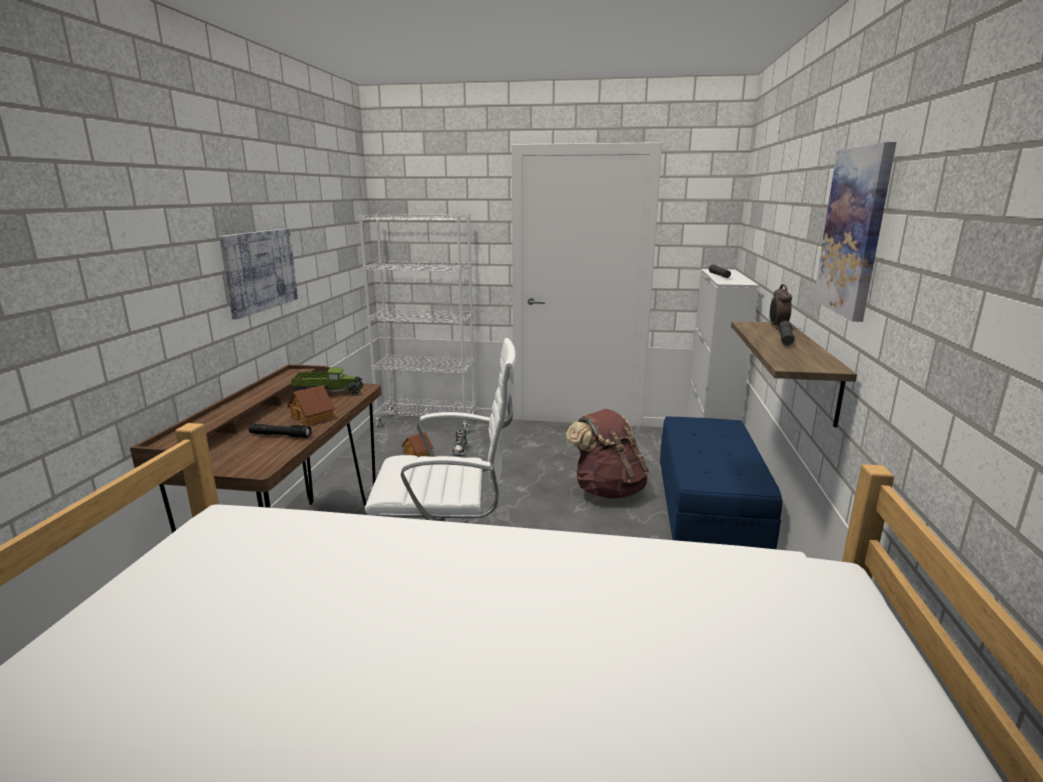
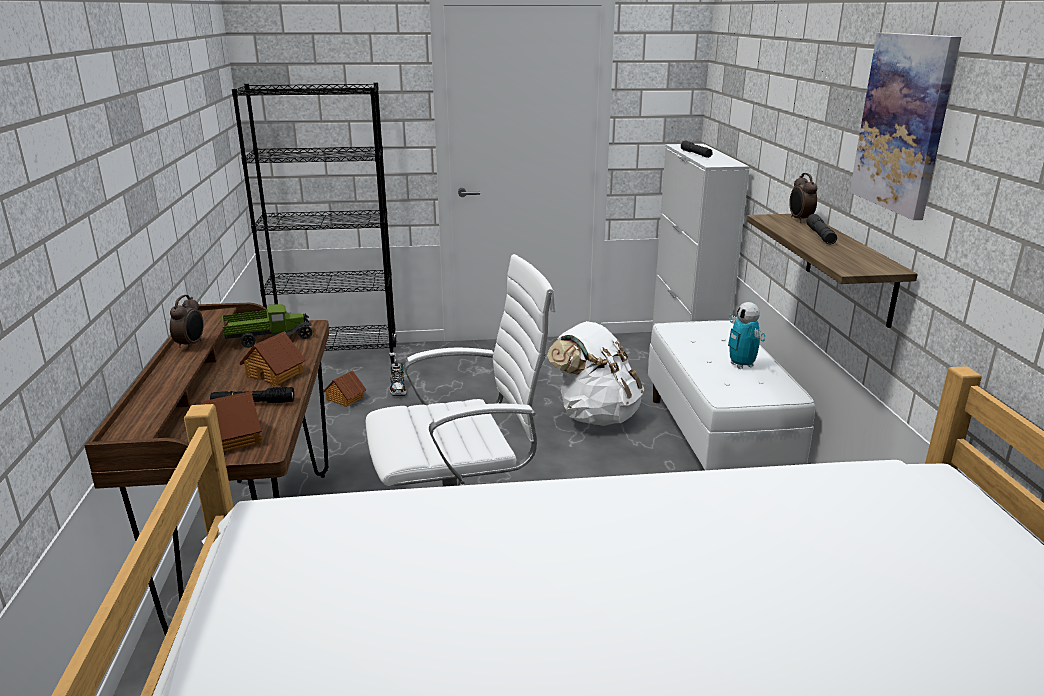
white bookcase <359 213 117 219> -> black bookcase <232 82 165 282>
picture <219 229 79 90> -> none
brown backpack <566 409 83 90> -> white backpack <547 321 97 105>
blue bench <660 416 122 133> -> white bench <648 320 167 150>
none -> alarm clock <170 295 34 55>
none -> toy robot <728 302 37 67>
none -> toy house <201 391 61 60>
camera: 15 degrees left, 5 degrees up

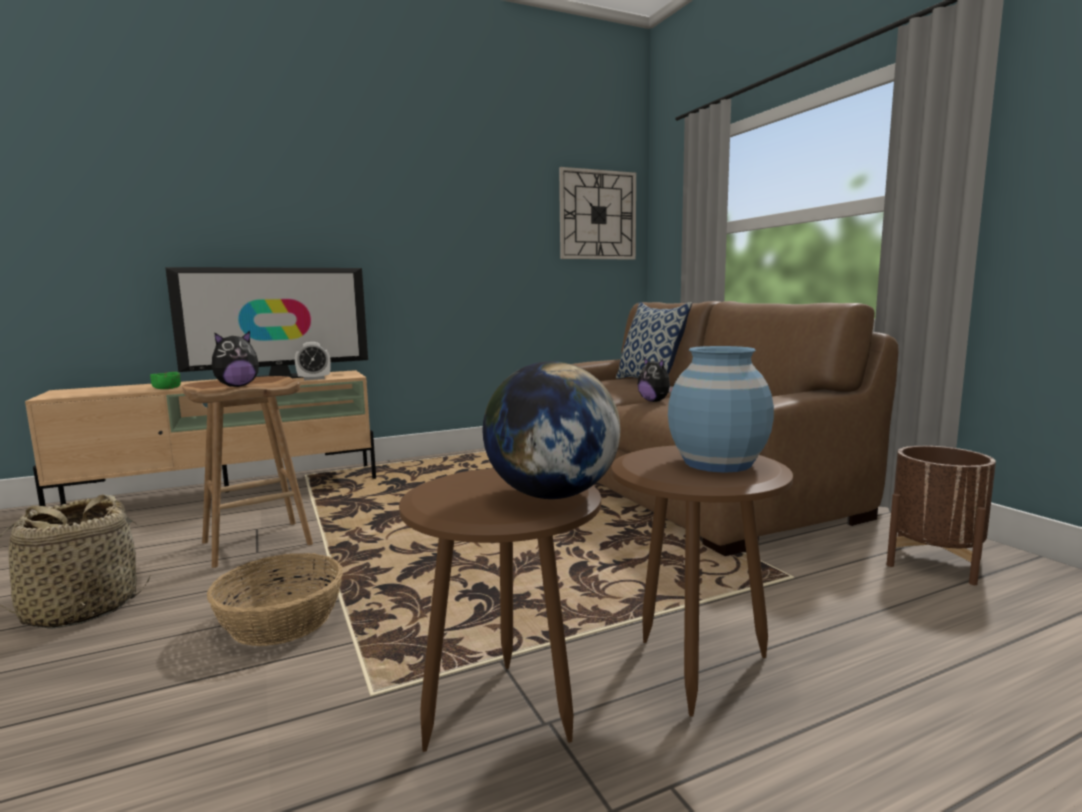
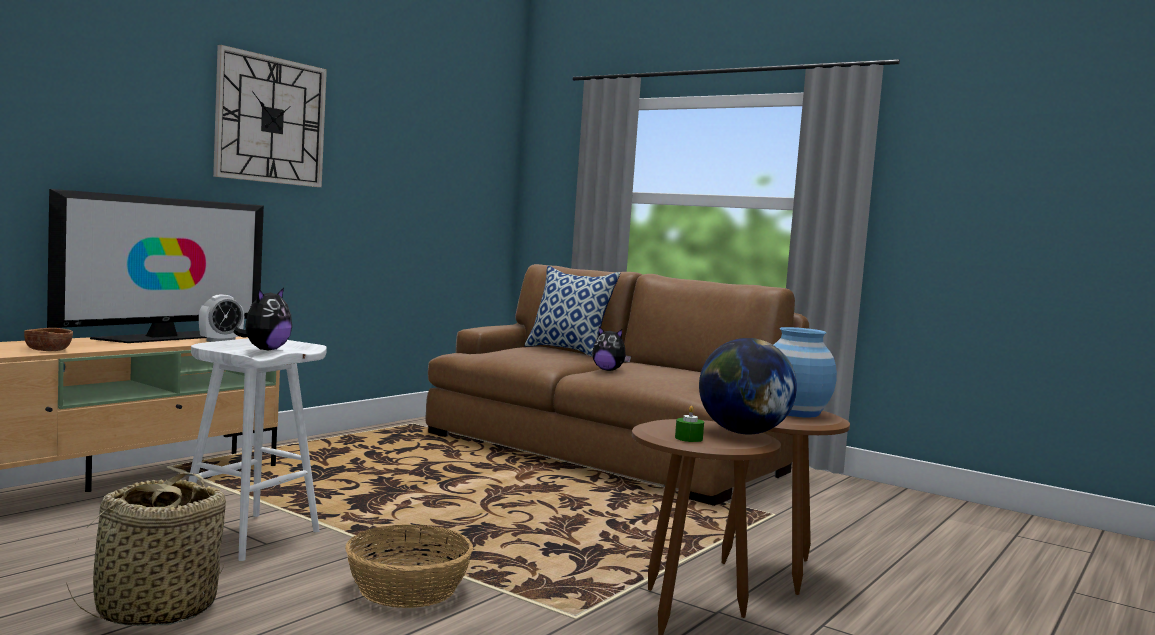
wall clock <559 167 77 93> -> wall clock <213 45 114 142>, moved
green bowl <150 372 31 17> -> brown bowl <24 328 49 23>
brown stool <182 376 131 192> -> white stool <188 338 139 223>
brown planter <887 446 109 139> -> none
none -> green candle <675 406 29 36>
camera: 30 degrees left, 5 degrees down

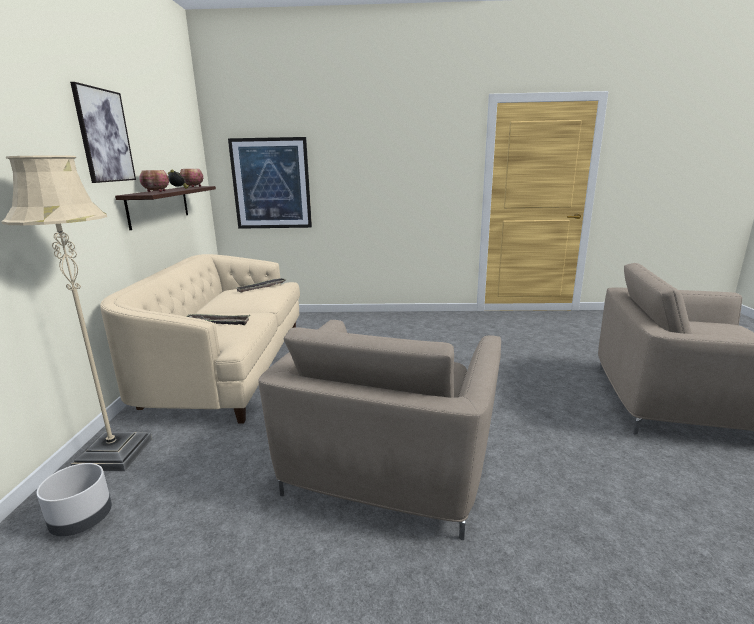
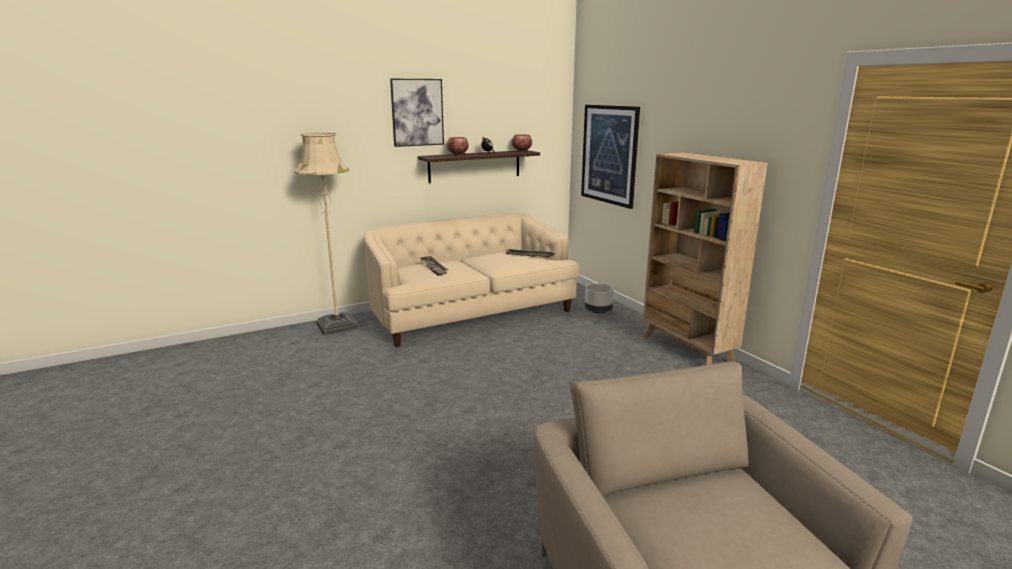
beige armchair <258 320 243 220> -> none
grey planter <36 463 76 73> -> grey planter <585 283 29 31>, moved
none -> beige bookcase <643 152 124 213>
camera: 60 degrees right, 0 degrees up

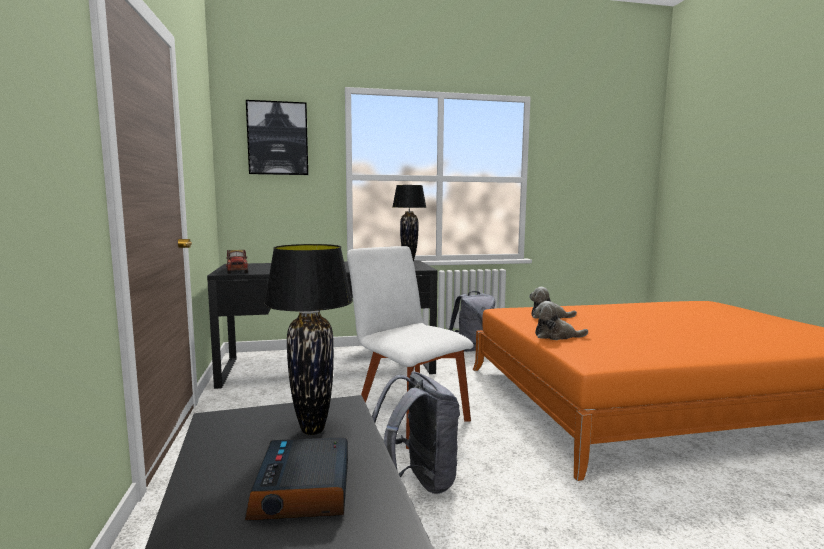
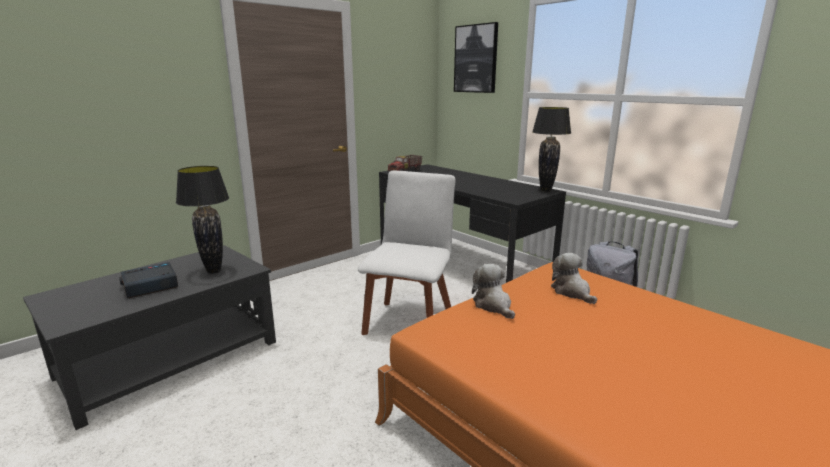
grey backpack <372 371 88 123> -> none
camera: 60 degrees right, 10 degrees up

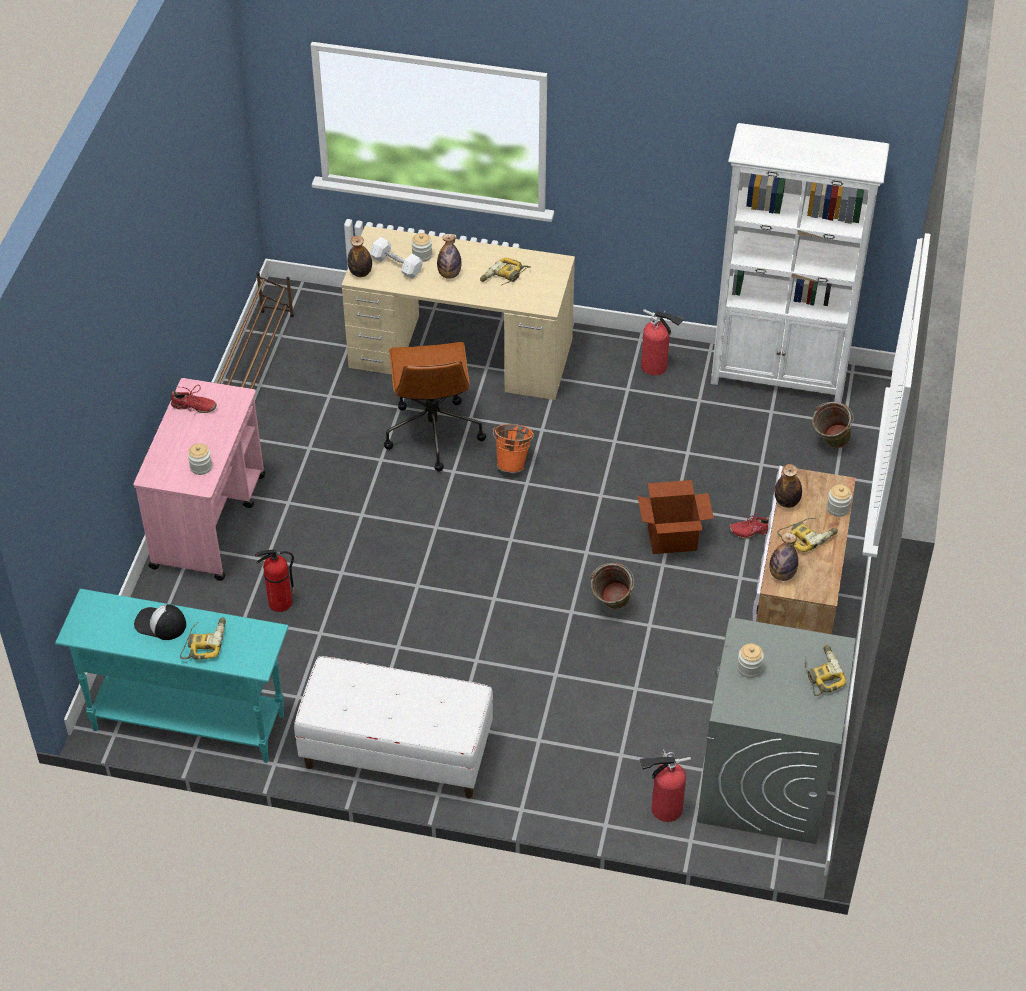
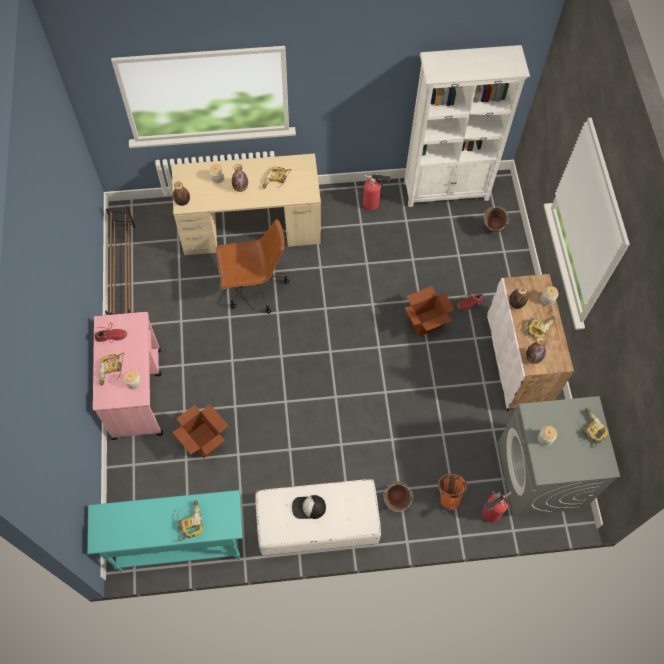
white dumbbell <370 237 53 42> -> none
brown office chair <384 342 102 130> -> brown office chair <216 219 73 95>, 75 degrees counterclockwise
orange bucket <493 424 41 49> -> orange bucket <438 474 30 36>, moved
fire extinguisher <255 549 40 63> -> cardboard box <172 404 57 54>
green bucket <591 563 43 46> -> green bucket <383 481 30 31>, moved
cap <134 604 52 36> -> cap <292 495 34 24>, moved
none -> power drill <99 353 25 33>
camera: 20 degrees left, 15 degrees up

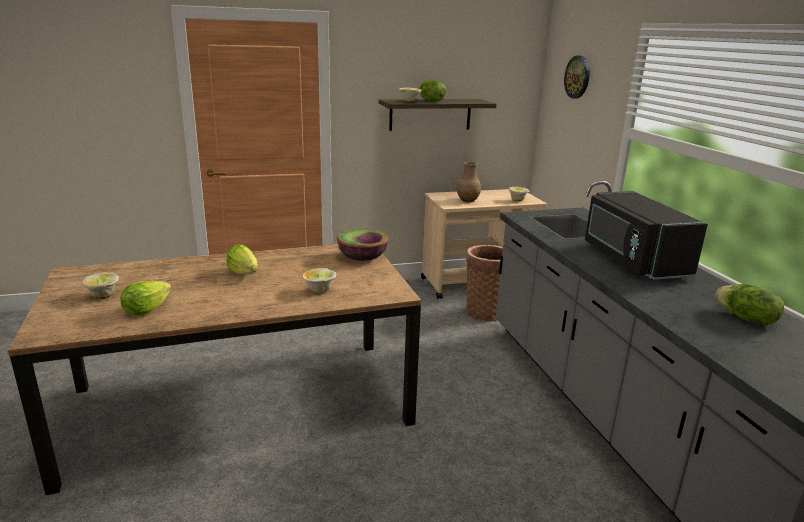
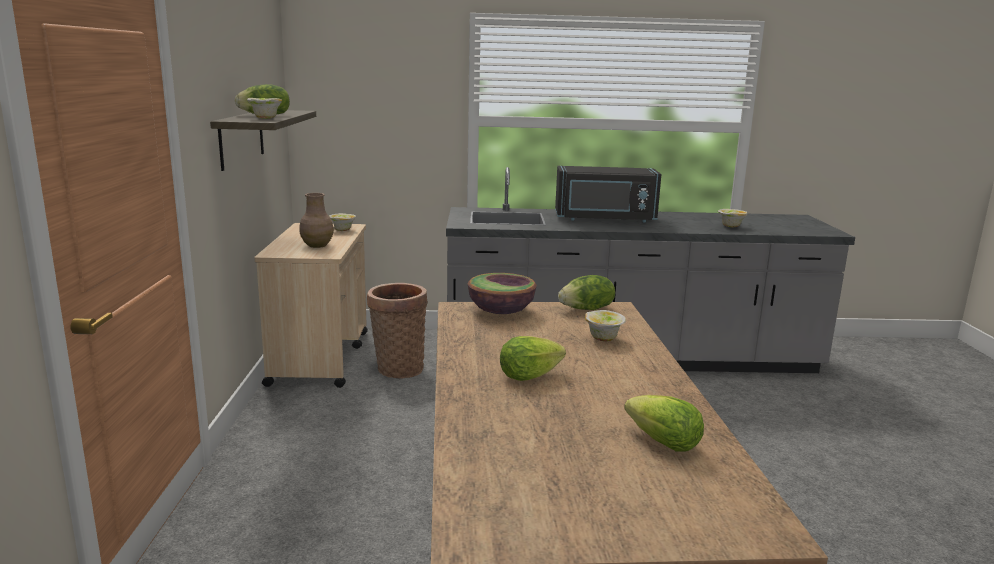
wall clock <564 56 26 43> -> none
bowl <82 272 37 27> -> bowl <718 209 29 18>, moved
lettuce <716 284 68 41> -> lettuce <558 275 57 35>, moved
camera: 75 degrees left, 5 degrees down

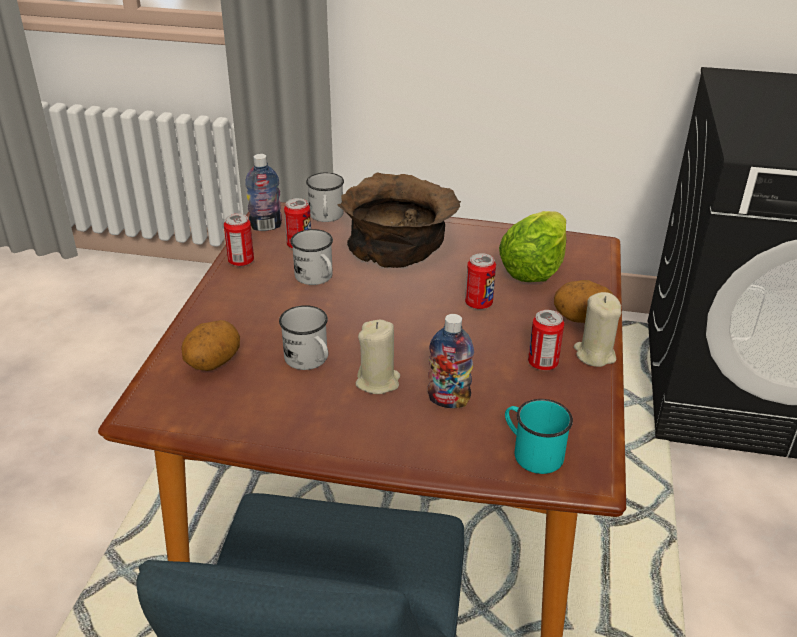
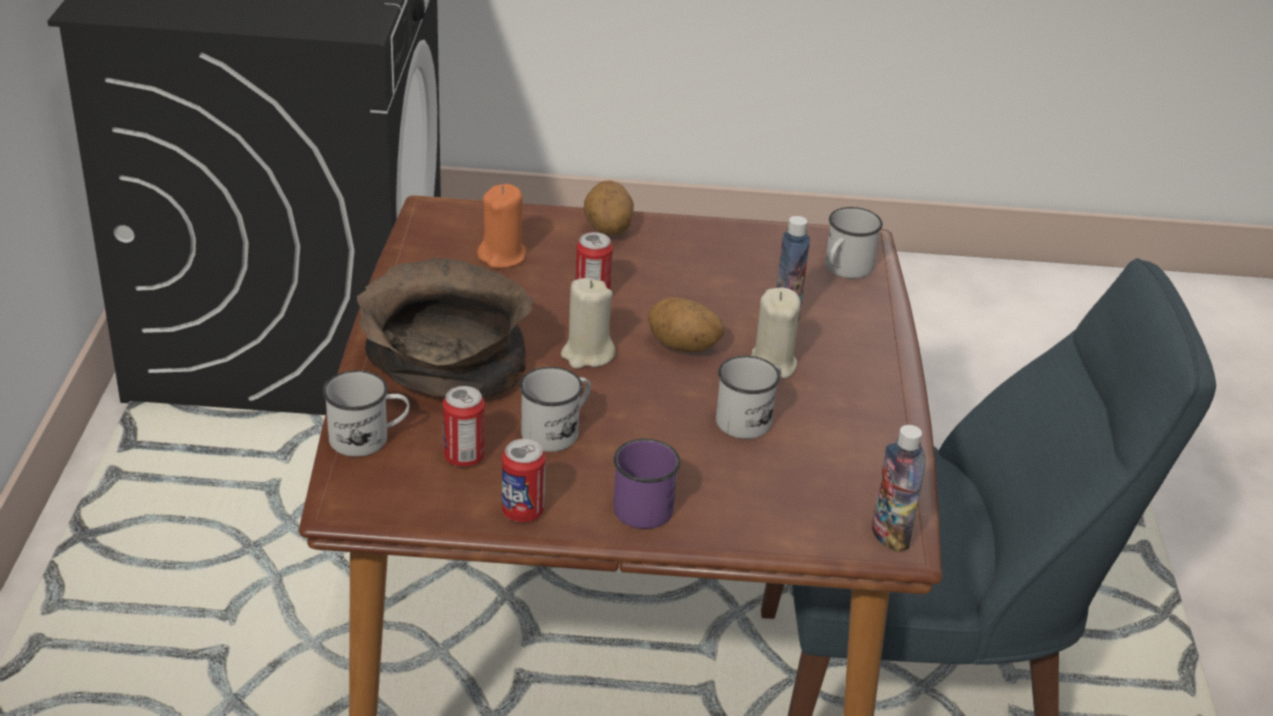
bottle <245 154 37 77> -> bottle <872 425 54 127>, moved
lettuce <499 211 68 71> -> orange candle <477 184 50 84>
beige candle <574 292 47 75> -> beige candle <561 278 54 91>, moved
can <528 310 36 60> -> none
potato <181 320 59 51> -> potato <648 297 76 55>, moved
turquoise mug <505 399 68 75> -> white mug <825 207 58 71>
none -> purple mug <613 439 67 90>
camera: 100 degrees left, 0 degrees up

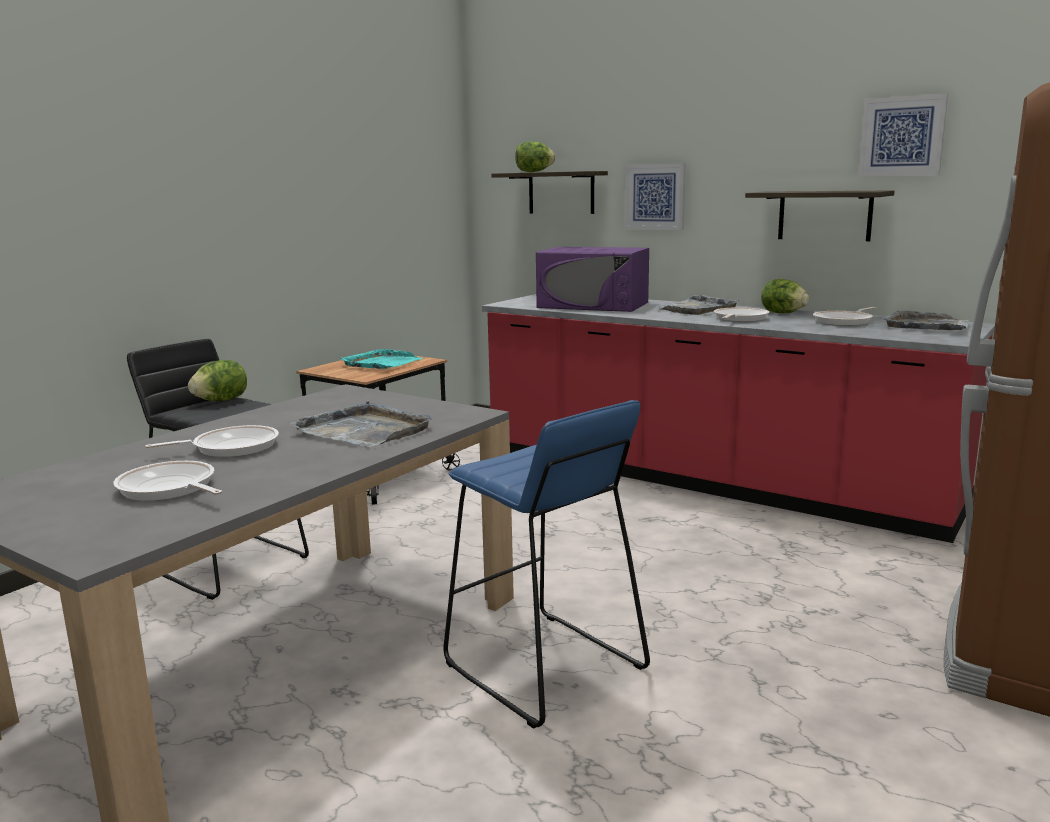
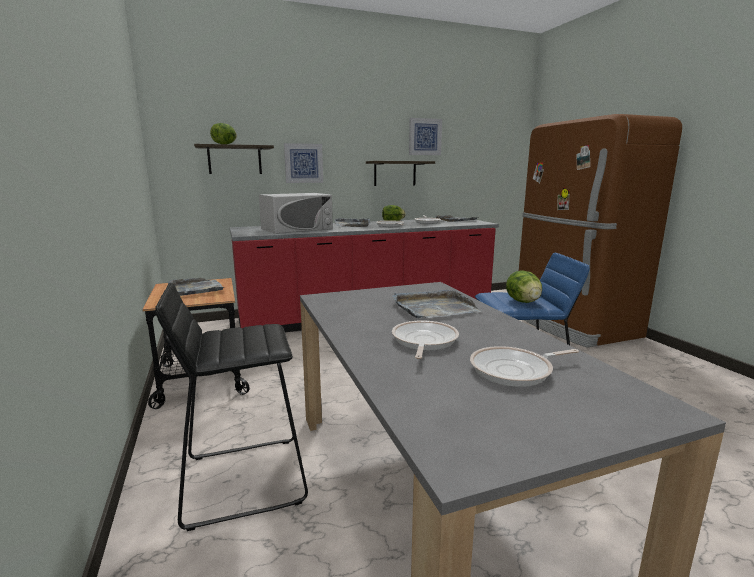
purple microwave <536 247 113 65> -> white microwave <259 193 74 41>
turquoise tray <341 349 81 20> -> grey tray <168 278 56 18>
lettuce <188 360 59 41> -> lettuce <506 271 36 32>, moved
camera: 55 degrees left, 0 degrees up

